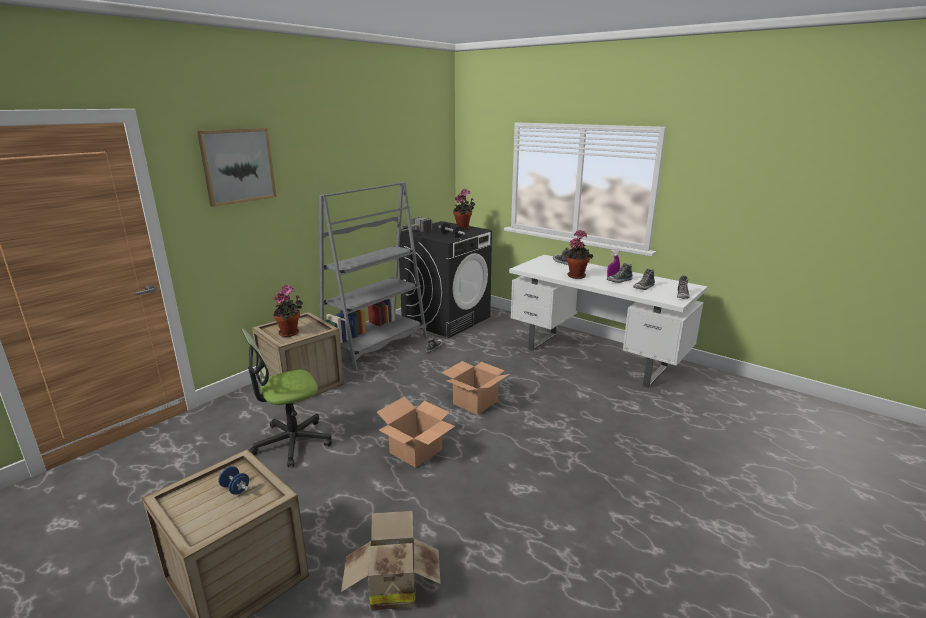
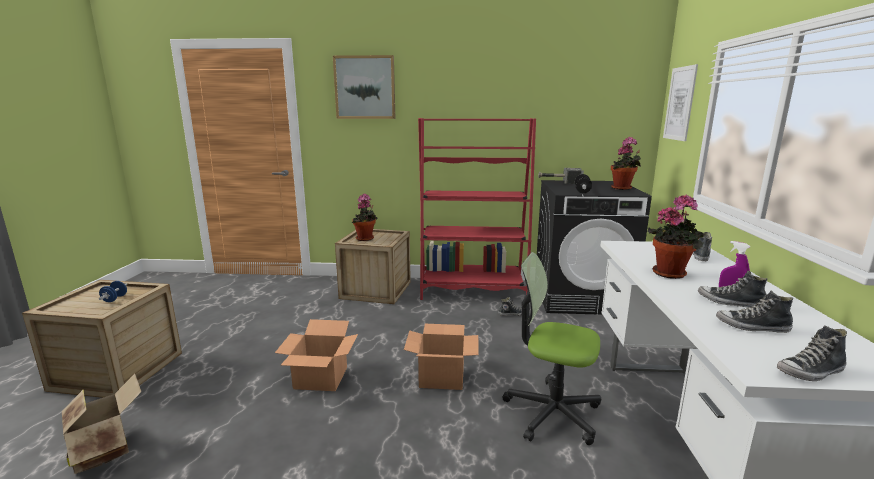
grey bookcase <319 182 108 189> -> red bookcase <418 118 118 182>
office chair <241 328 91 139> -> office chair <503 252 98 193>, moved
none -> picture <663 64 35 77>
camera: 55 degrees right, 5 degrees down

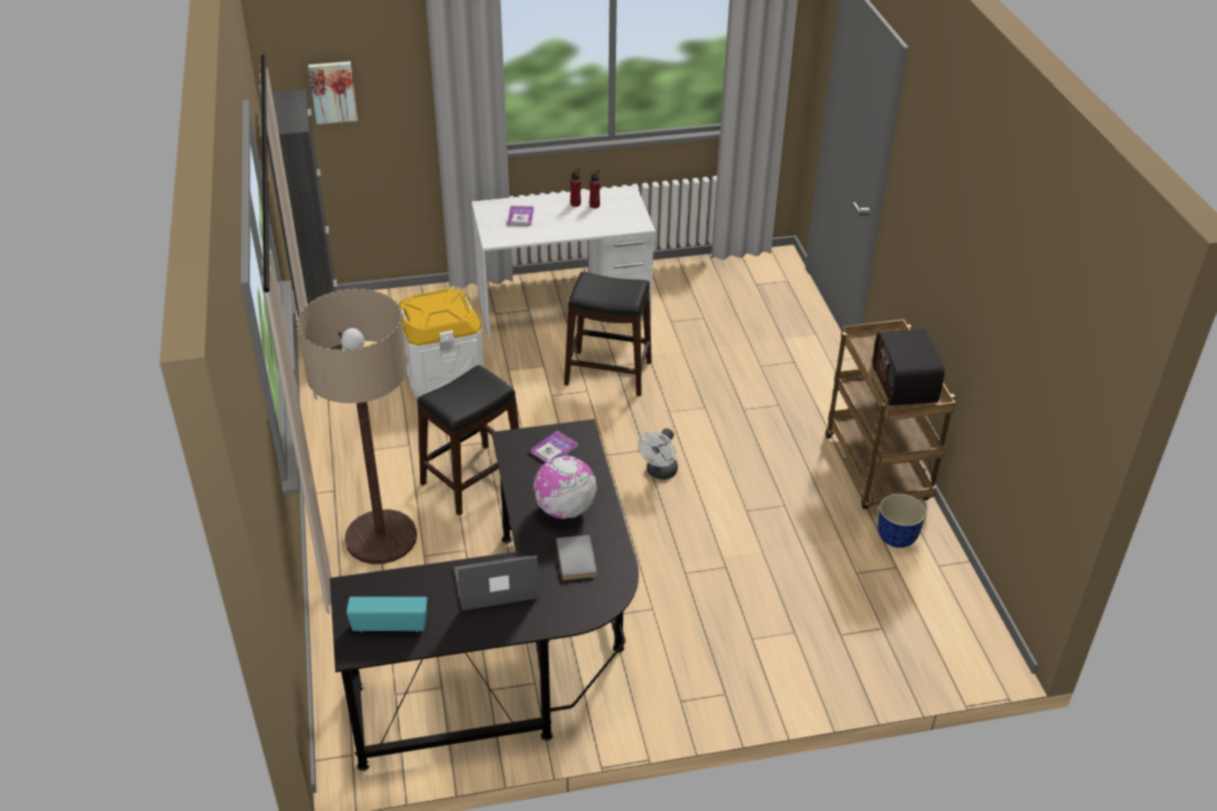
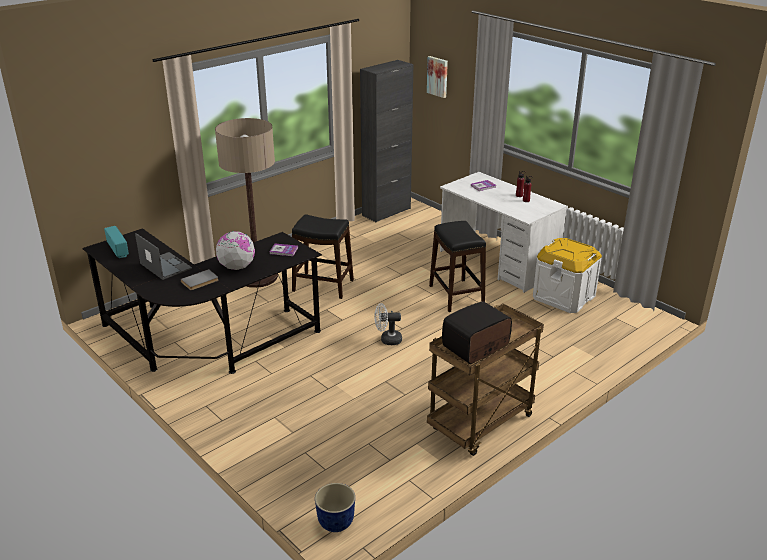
white storage box <398 288 86 109> -> white storage box <533 238 69 75>, moved
planter <878 494 48 54> -> planter <315 483 40 49>, moved
camera: 60 degrees right, 10 degrees down

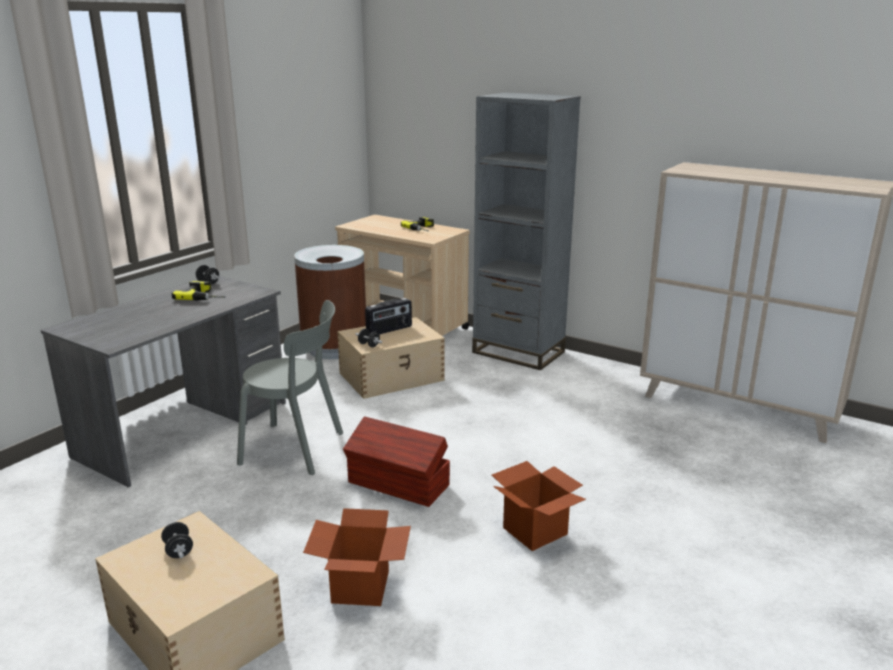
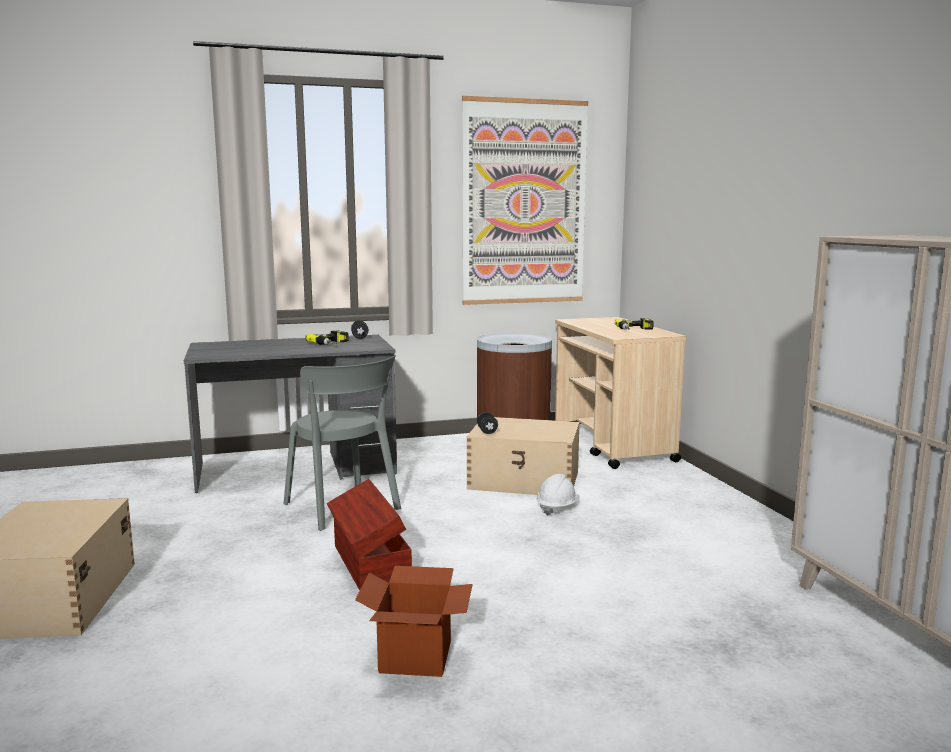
grey bookcase <472 92 109 278> -> none
radio <365 298 47 36> -> none
cardboard box <303 508 108 98> -> none
black dumbbell <161 522 32 36> -> none
none -> picture <462 96 126 209>
none -> white hard hat <536 474 44 42>
camera: 40 degrees right, 10 degrees down

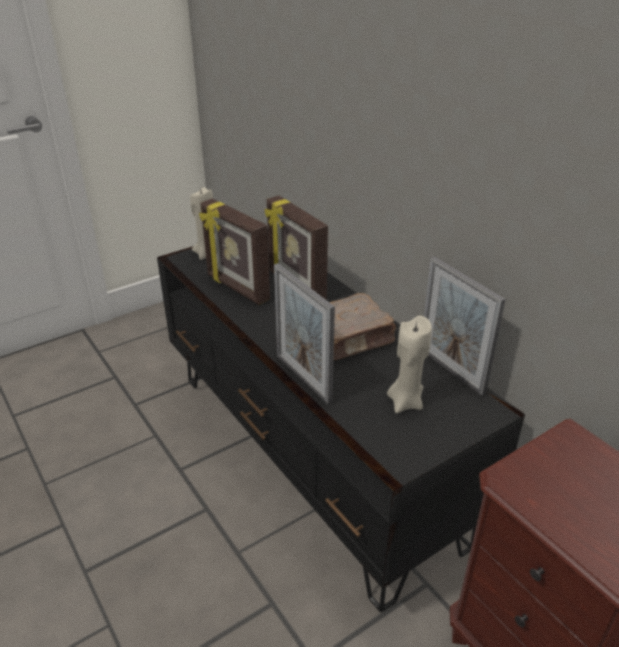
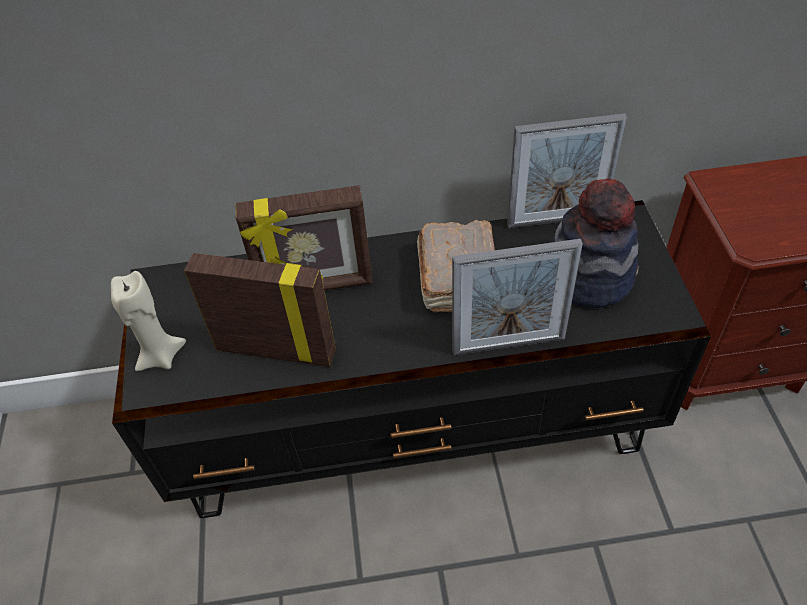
picture frame <199 198 71 107> -> picture frame <184 253 152 114>, 150 degrees counterclockwise
beige candle <387 316 45 97> -> hat <551 178 88 130>
camera: 60 degrees left, 15 degrees up

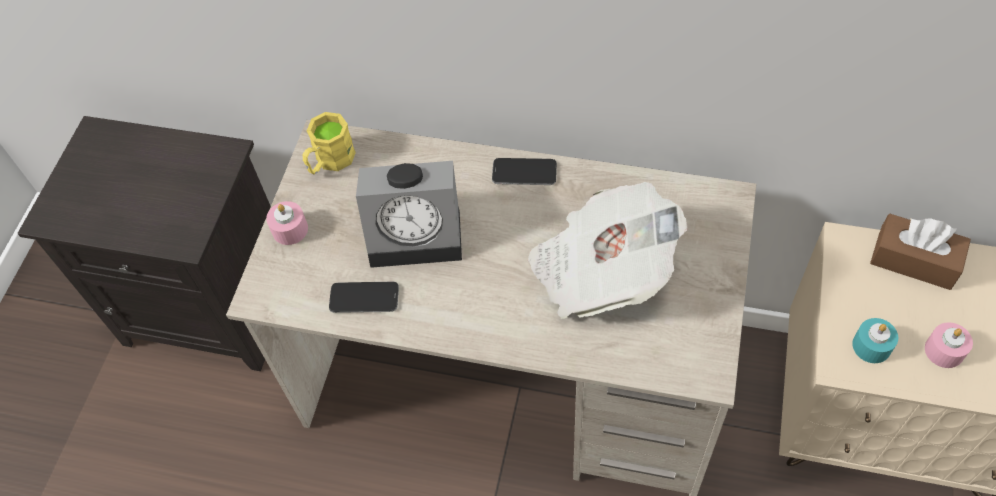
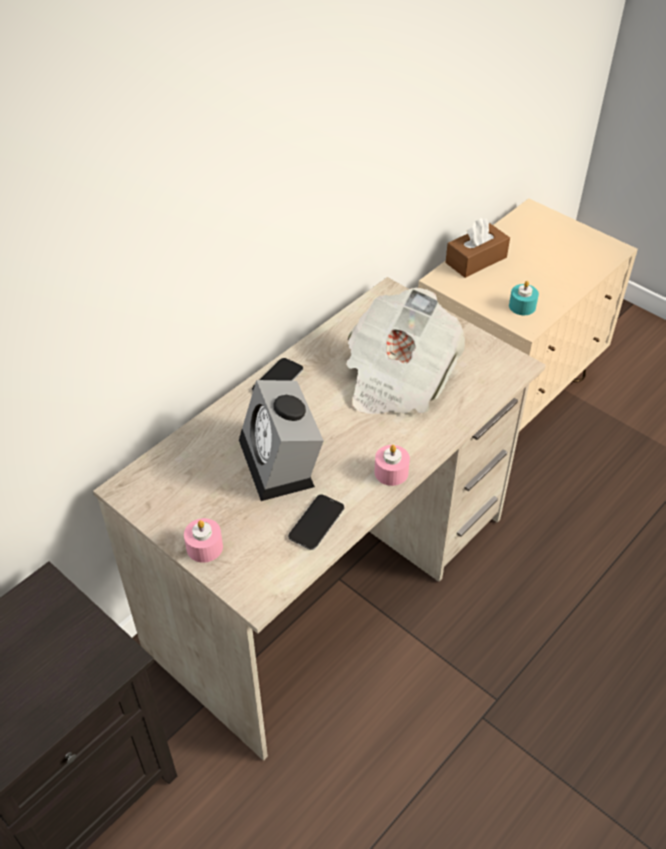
yellow mug <303 112 53 62> -> none
alarm clock <356 161 106 107> -> alarm clock <239 380 85 121>, 135 degrees clockwise
pink candle <925 322 48 46> -> pink candle <374 445 36 41>, moved
camera: 65 degrees left, 10 degrees down

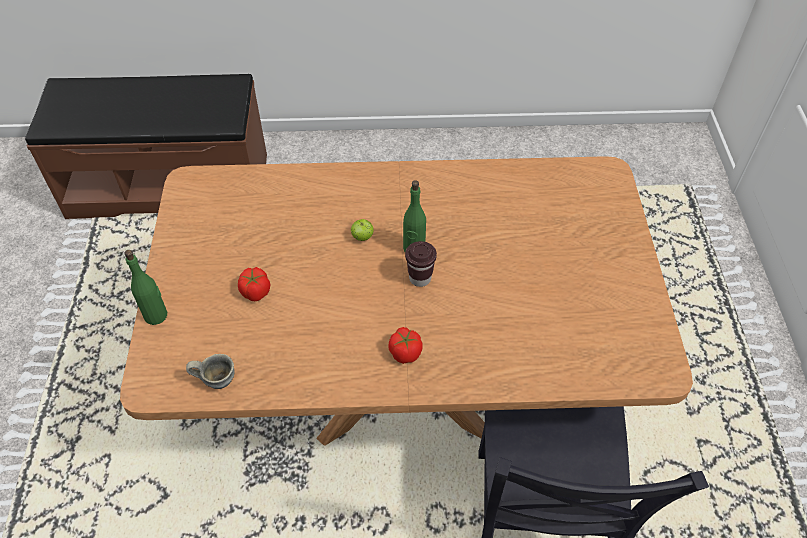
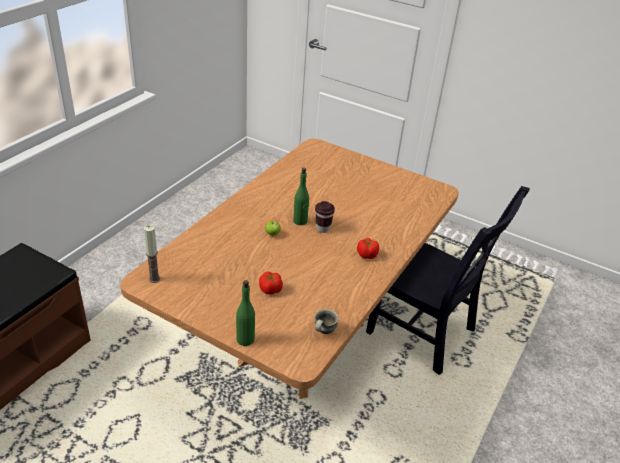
none -> candle <143 225 17 58>
camera: 60 degrees left, 15 degrees down

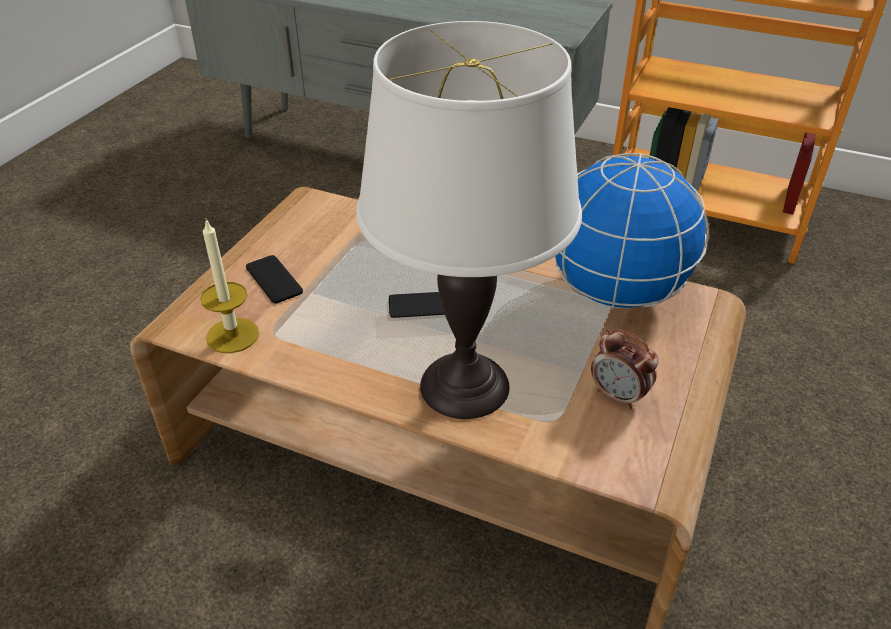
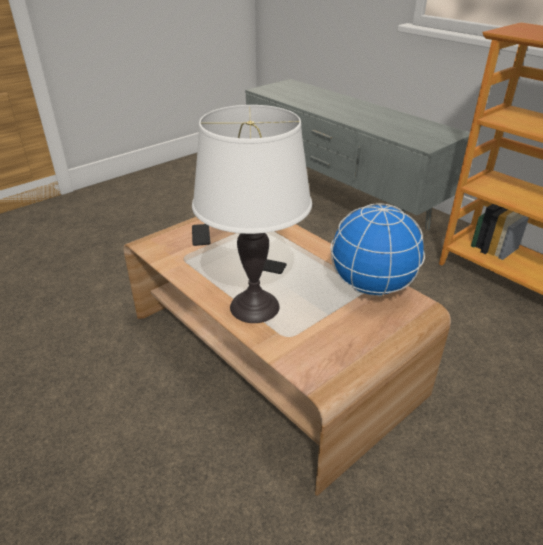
candle <200 218 59 135> -> none
alarm clock <591 329 68 81> -> none
camera: 25 degrees right, 5 degrees down

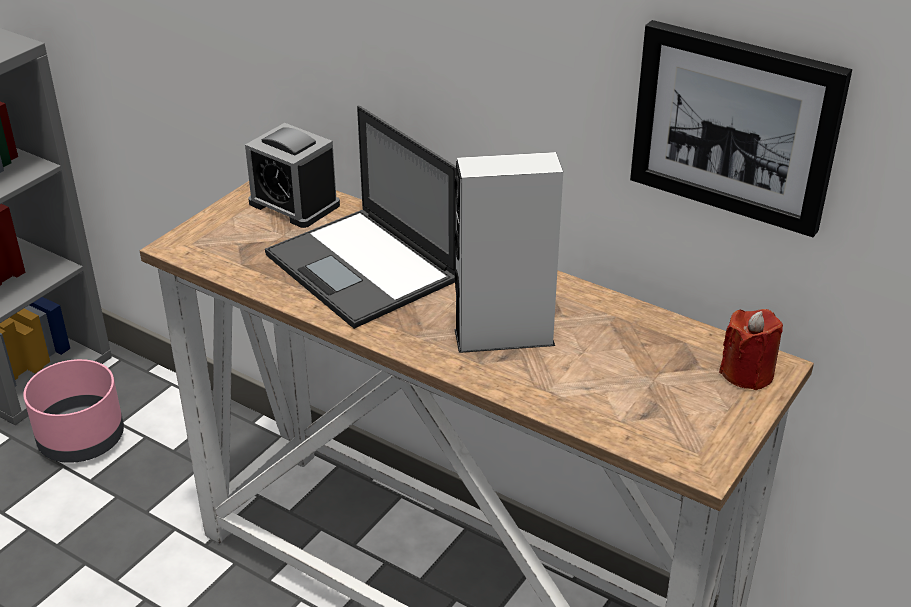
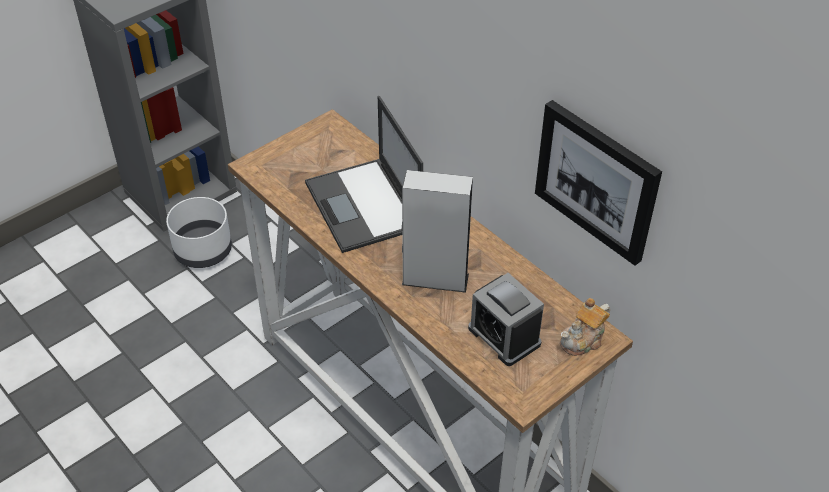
alarm clock <245 123 95 105> -> alarm clock <468 273 76 93>, moved
red candle <719 309 64 81> -> teapot <560 298 50 58>
pink planter <23 359 101 104> -> white planter <166 197 66 71>
camera: 15 degrees right, 10 degrees up

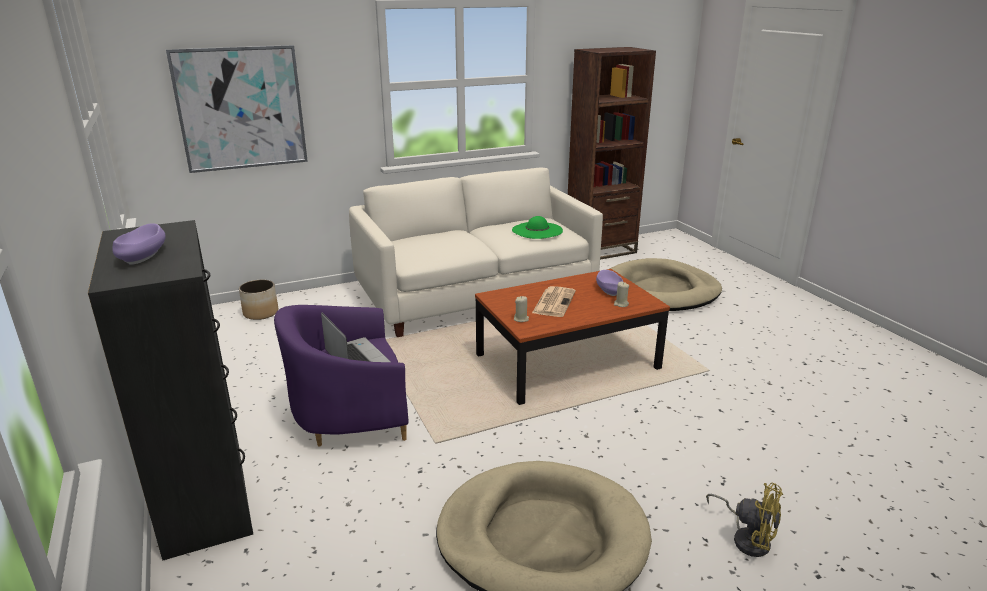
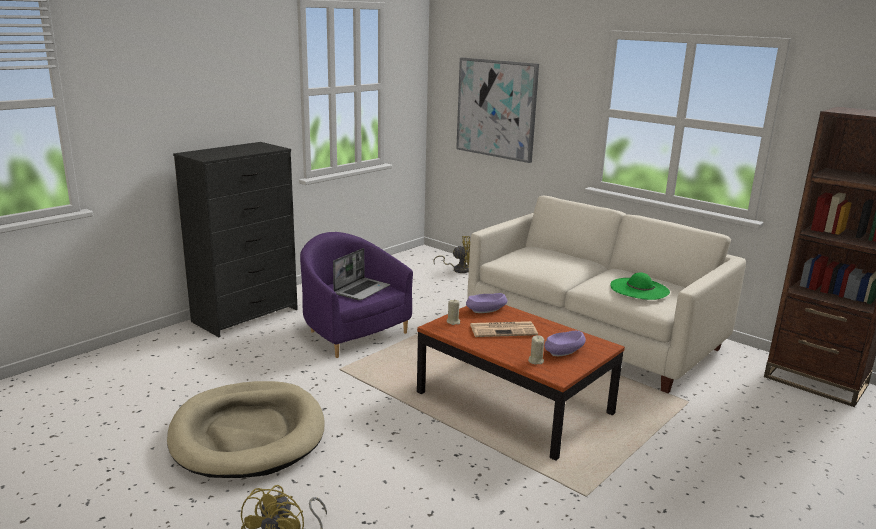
purple bowl <112 223 54 42> -> purple bowl <466 293 42 20>, moved
beige dog bed <610 258 112 53> -> none
planter <239 280 39 40> -> yellow fan <433 236 37 37>
camera: 65 degrees right, 5 degrees down

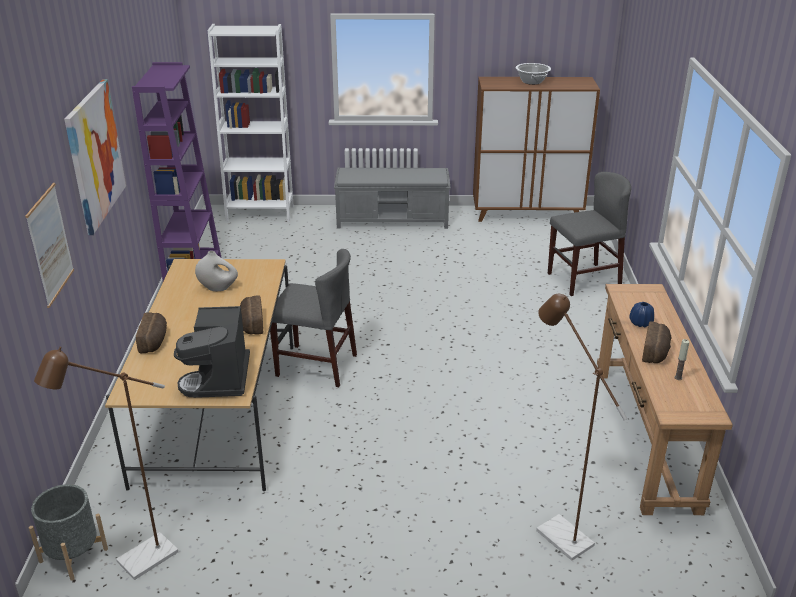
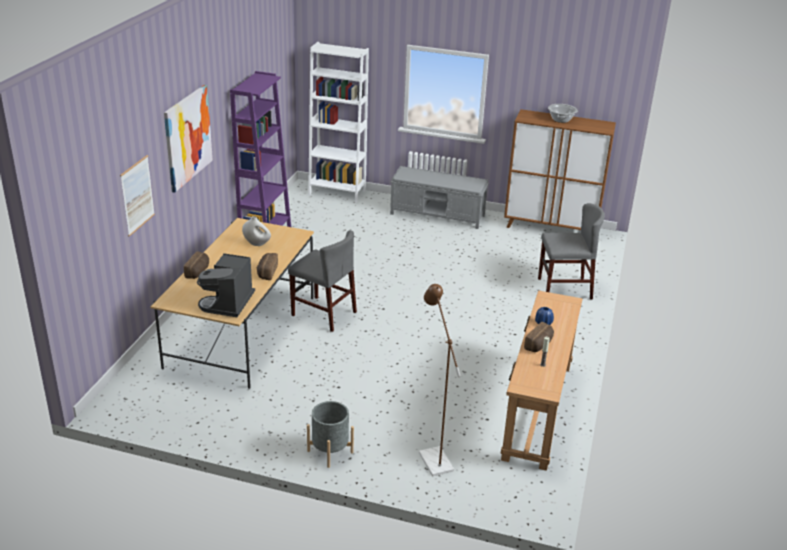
brown floor lamp <34 347 144 233> -> none
grey planter <29 484 79 97> -> grey planter <307 401 47 67>, moved
camera: 15 degrees right, 0 degrees up

